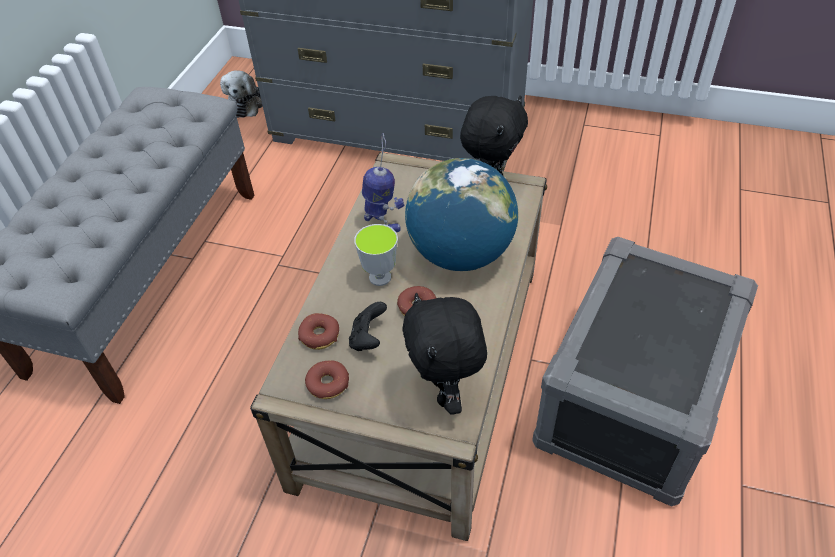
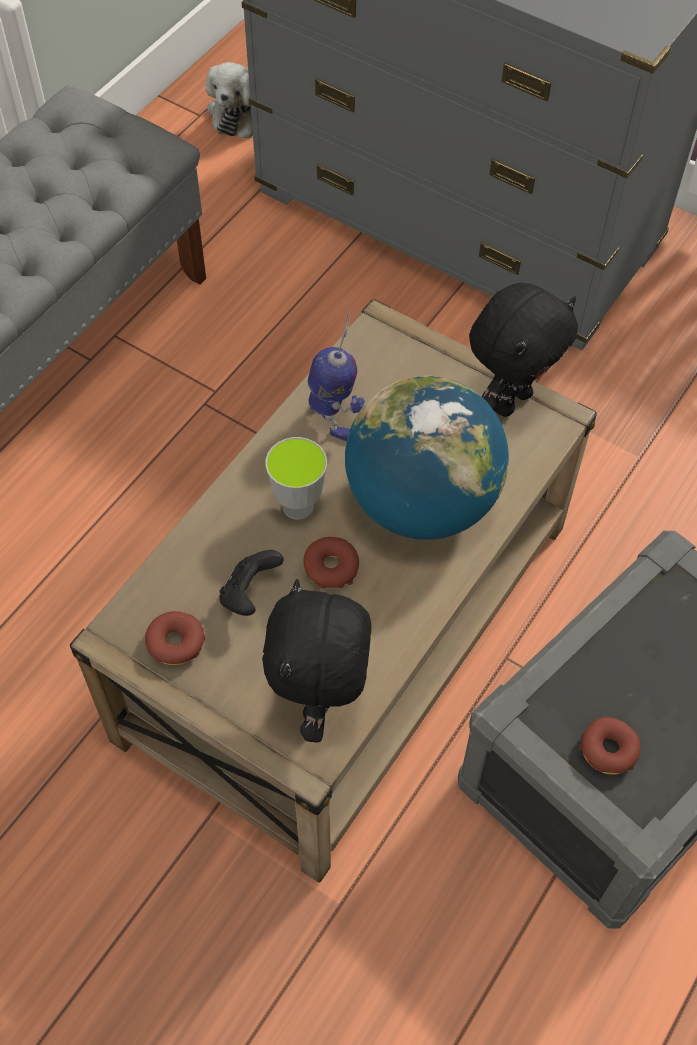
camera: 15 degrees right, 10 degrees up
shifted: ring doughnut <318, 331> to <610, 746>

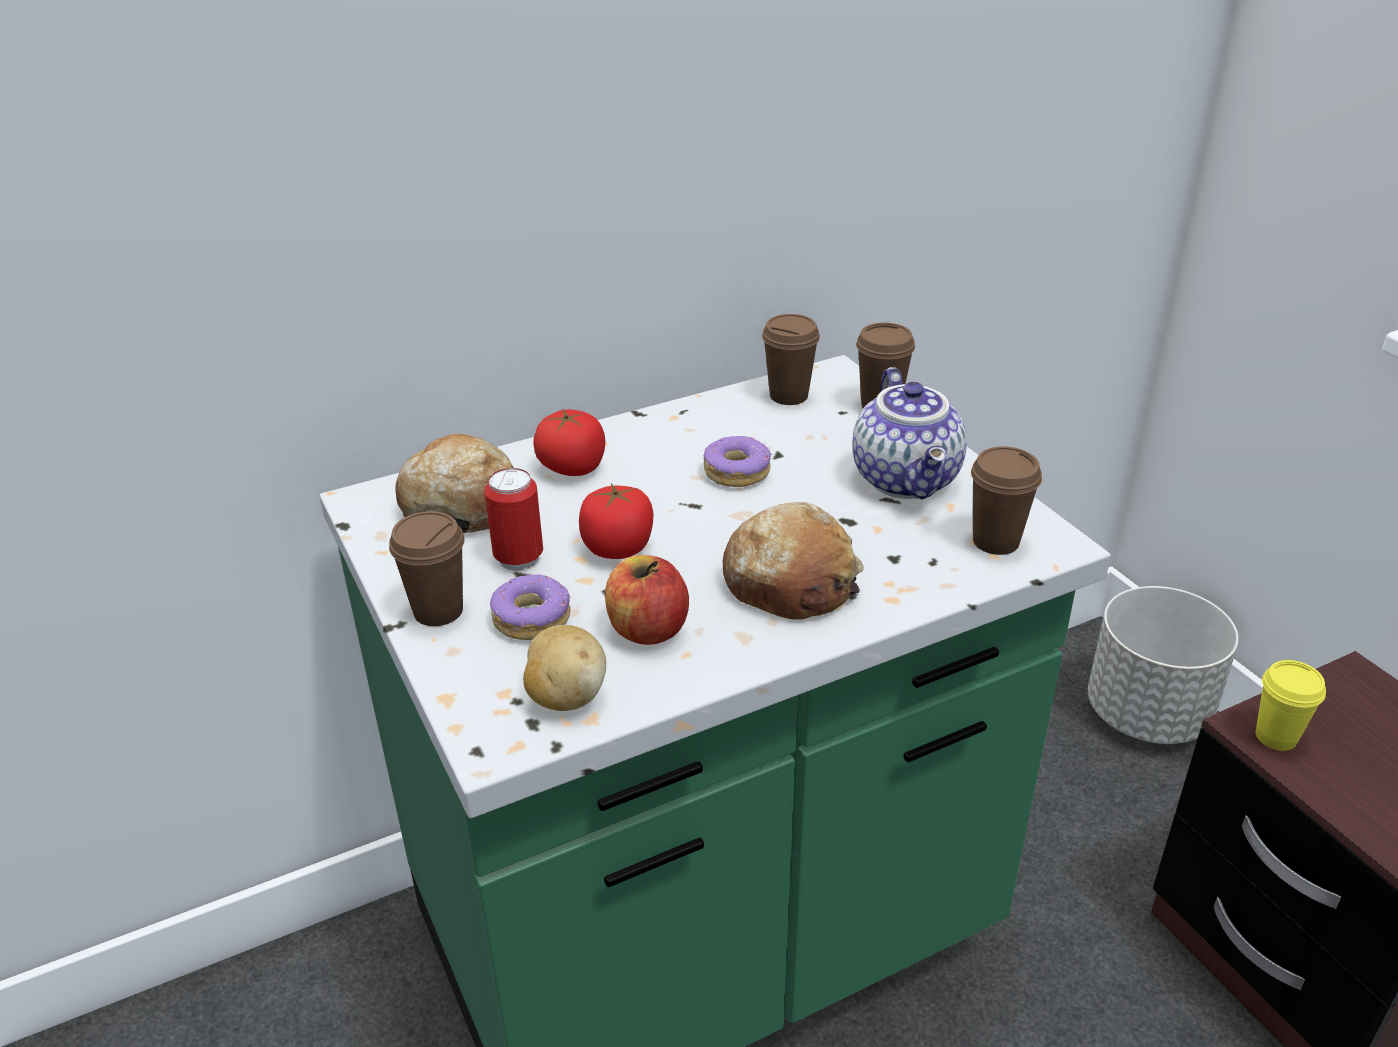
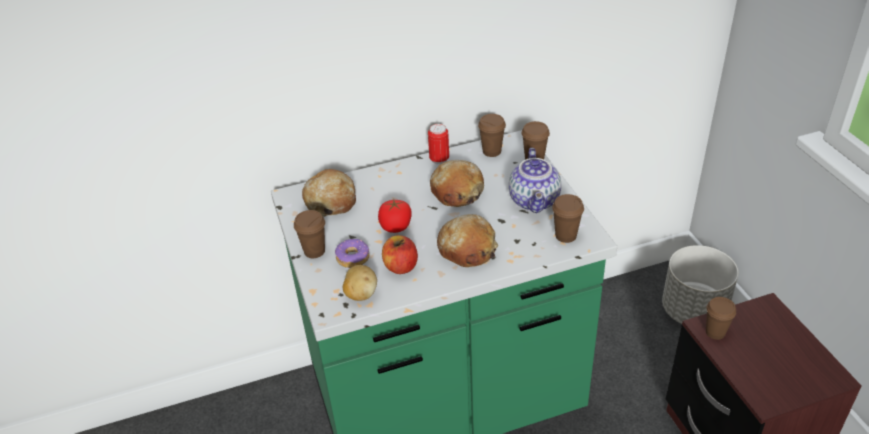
camera: 10 degrees right, 5 degrees up
gone: fresh tomato <569, 442>
shifted: sealed can <513, 519> to <438, 144>
swapped: ring doughnut <737, 461> to baked bread <457, 183>
repainted: small cup/yellow <1291, 705> to small cup/brown-coloured <721, 318>

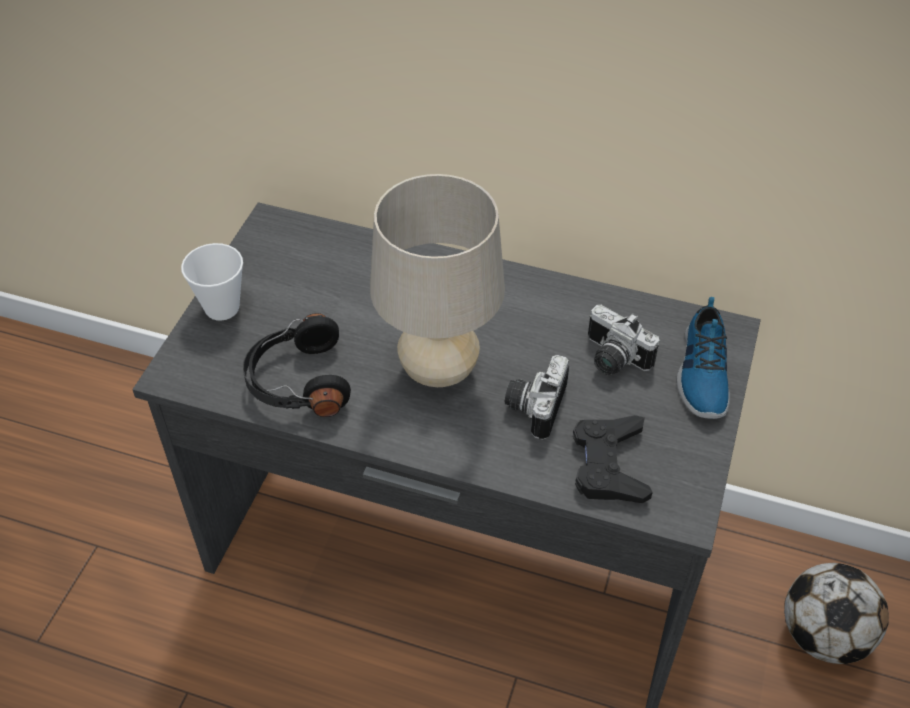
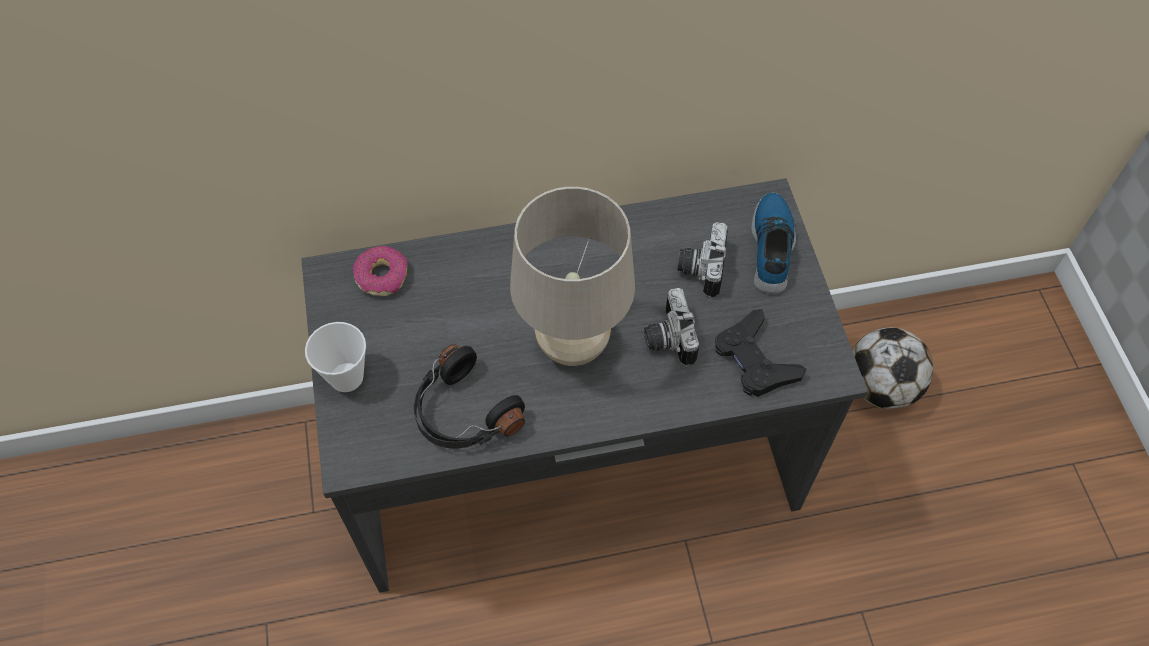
camera: 30 degrees left, 10 degrees up
new: ring doughnut <380, 271>
rotated: item of footwear <703, 358> = <774, 243> 150 degrees counterclockwise; photo camera <624, 340> = <702, 259> 90 degrees clockwise

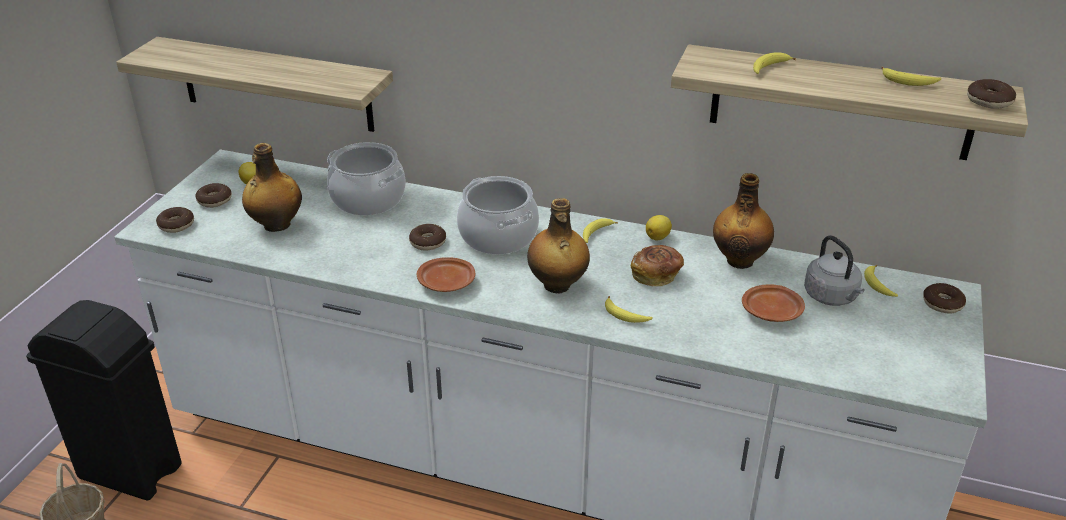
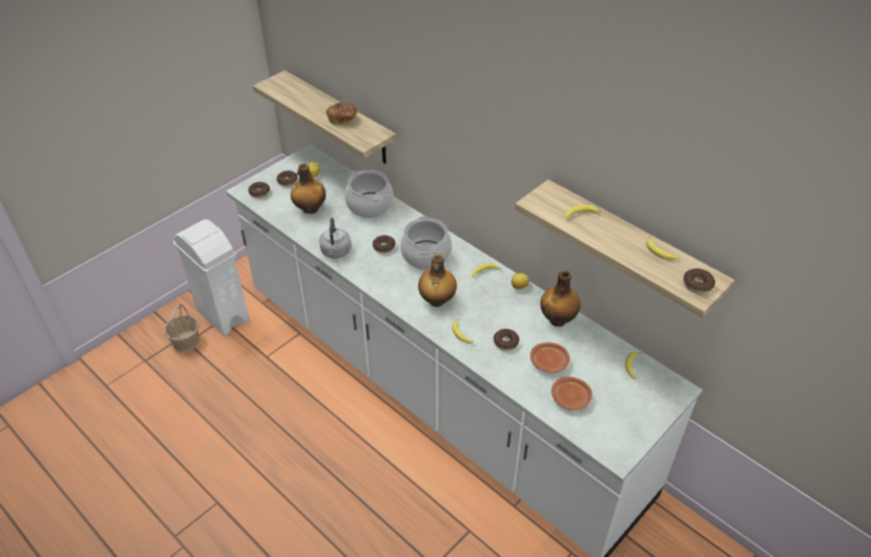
camera: 25 degrees right, 10 degrees up
shifted: water kettle/gray <834, 270> to <335, 238>; baked bread <657, 266> to <341, 114>; flat dish/brown-coloured <446, 274> to <571, 393>; ring doughnut <944, 298> to <506, 340>
repainted: waste bin/blackish <104, 400> to waste bin/white <211, 277>

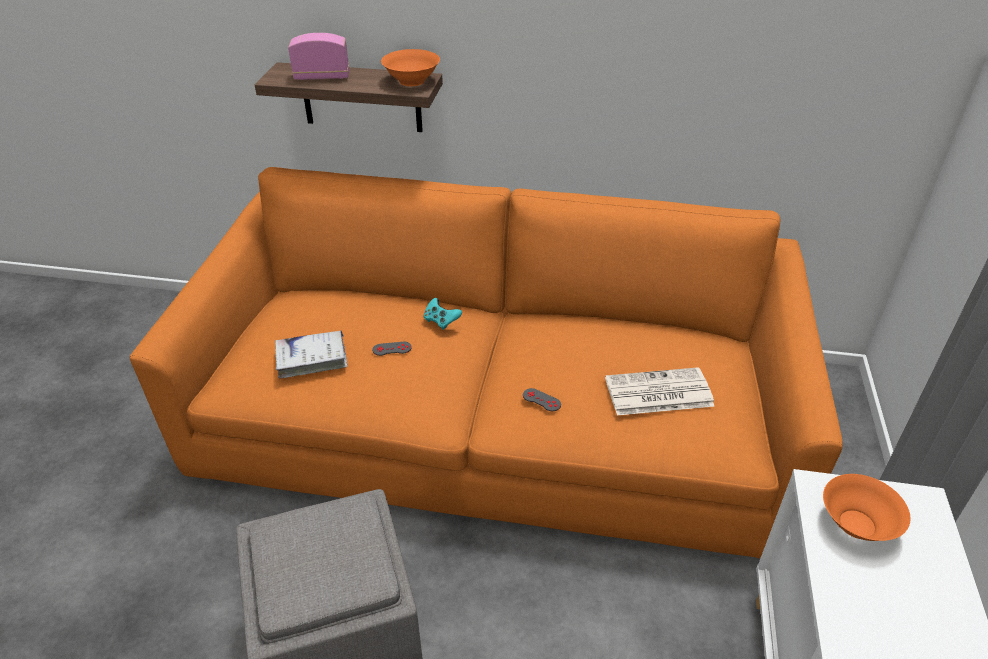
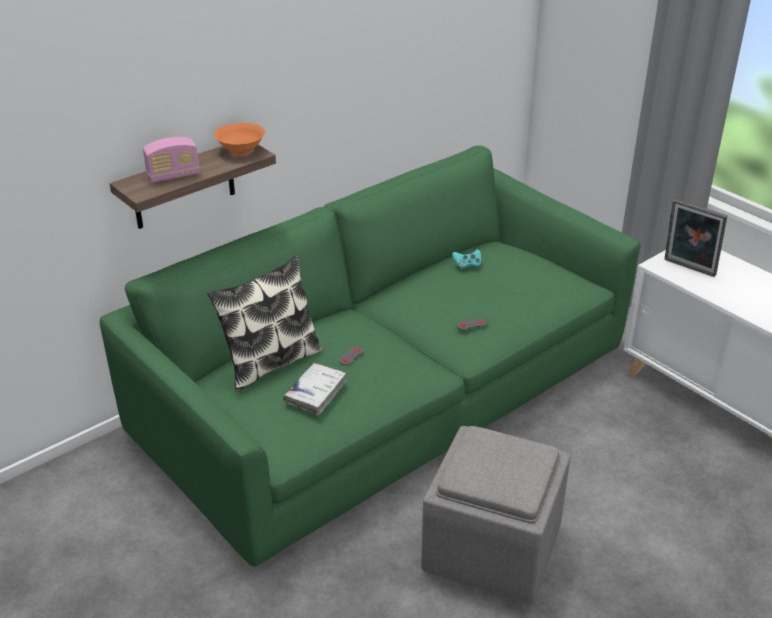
camera: 50 degrees left, 5 degrees down
gone: printed paper <660, 391>
new: pillow <265, 323>
shifted: gamepad/blue-green <442, 314> to <466, 259>
swapped: deep dish/orange <867, 507> to photo frame <695, 238>
repainted: sofa/orange <486, 362> to sofa/greenish <370, 356>
rotated: radio <318, 56> = <171, 160> 150 degrees counterclockwise

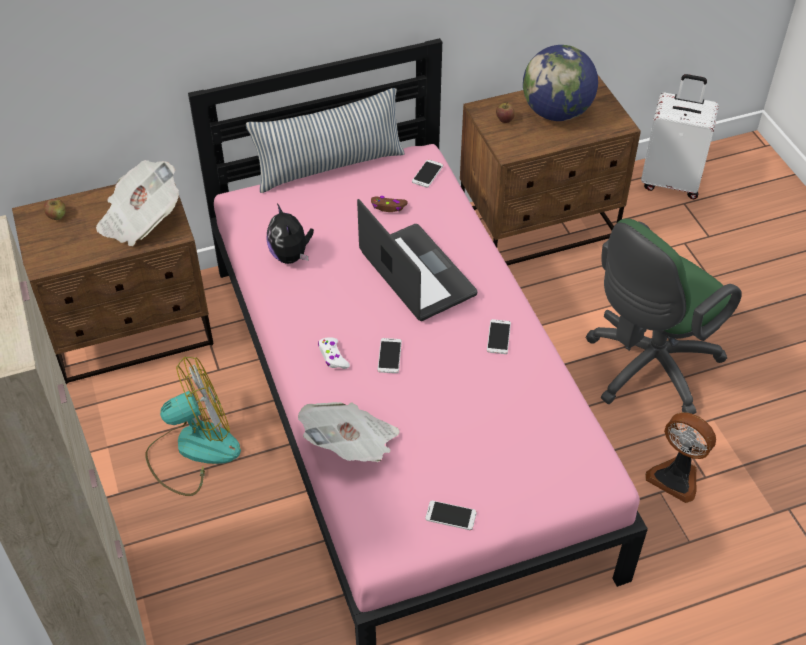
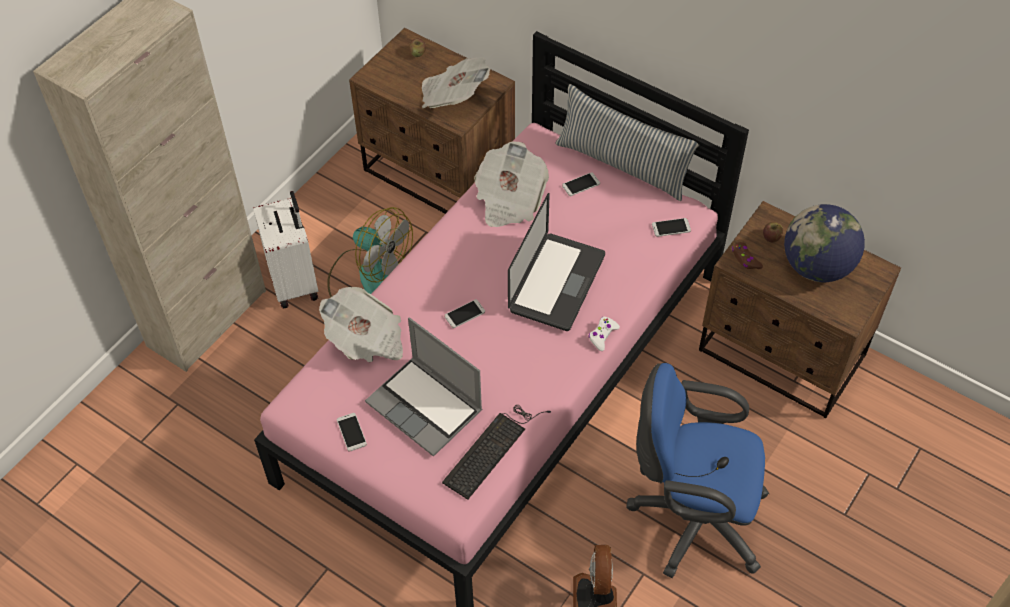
camera: 55 degrees right, 5 degrees up
new: laptop <423, 387>; computer keyboard <496, 452>
shifted: piece of luggage/white <680, 136> to <286, 250>; gamepad/brown-coloured <389, 204> to <747, 255>; phone <499, 336> to <581, 184>; gamepad/white <334, 353> to <604, 334>
swapped: soft toy <290, 233> to printed paper <511, 184>
repainted: desk chair/greenish <664, 316> to desk chair/blue-coloured <697, 470>

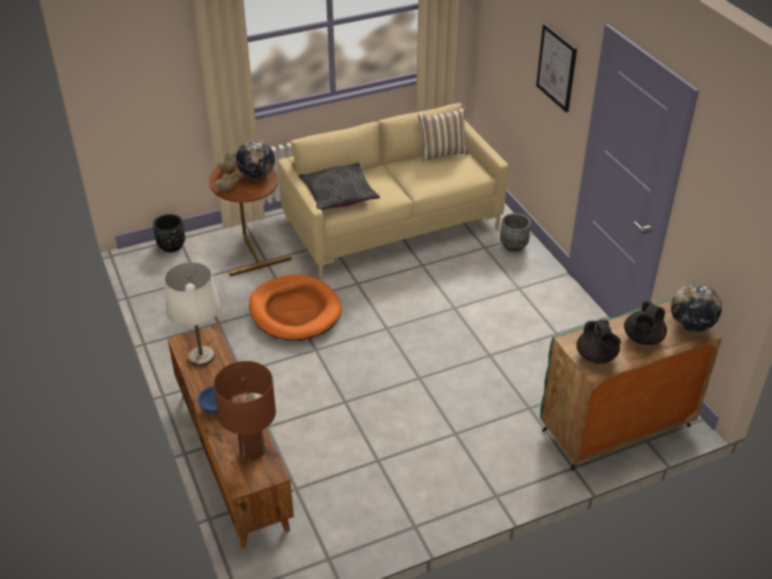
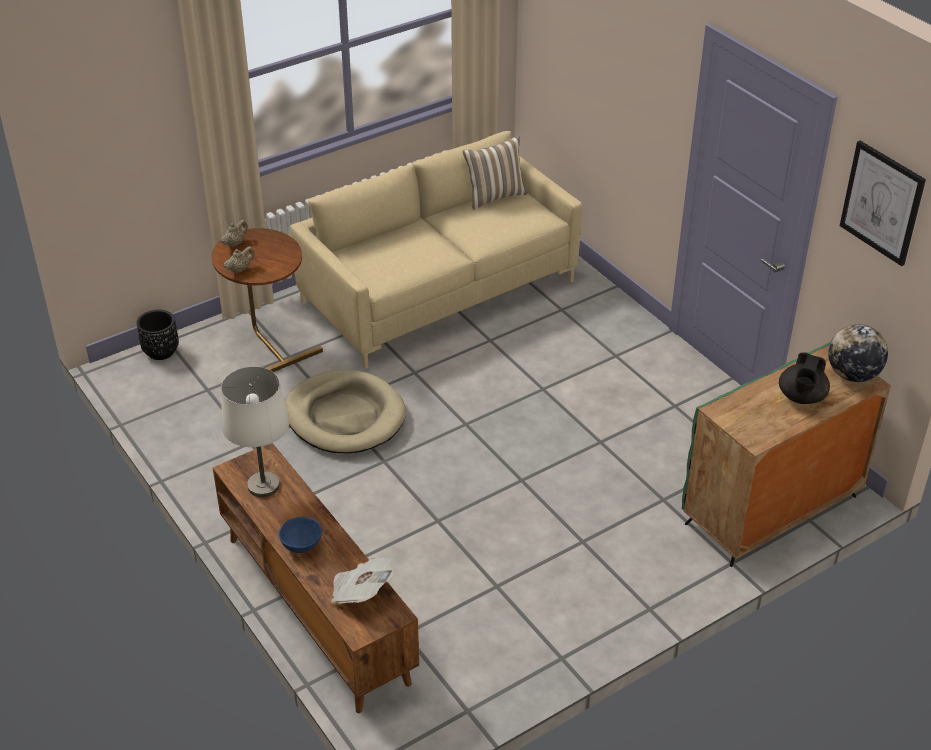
camera: 10 degrees left, 0 degrees up
gone: world globe <255, 159>; pillow/gray <339, 186>; planter/gray <515, 232>; tea pot/blackish <598, 342>
shifted: wall picture <556, 68> to <883, 203>
swapped: tabletop lamp/brown-coloured <245, 411> to printed paper <362, 581>
repainted: dog cushion/orange <295, 308> to dog cushion/sand-coloured <345, 411>

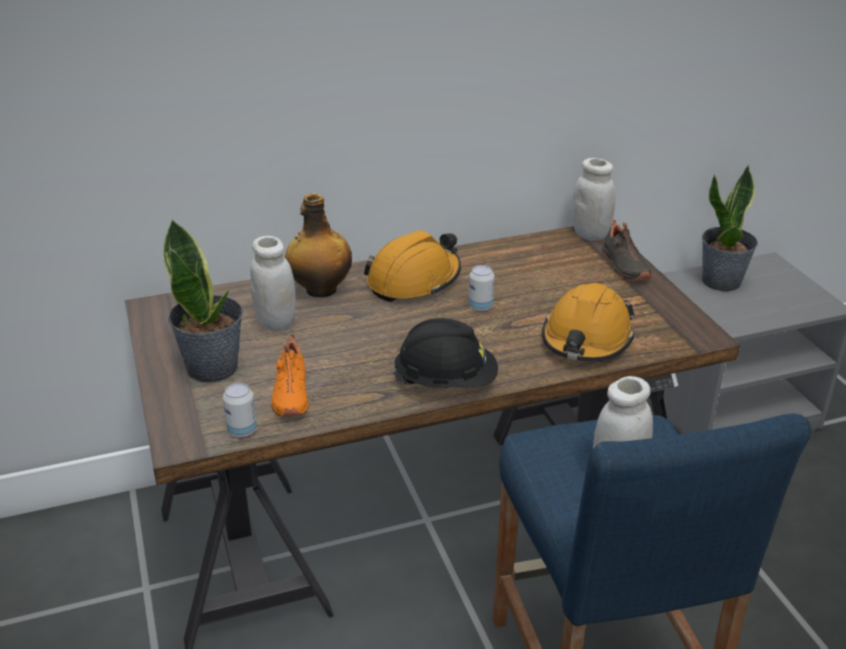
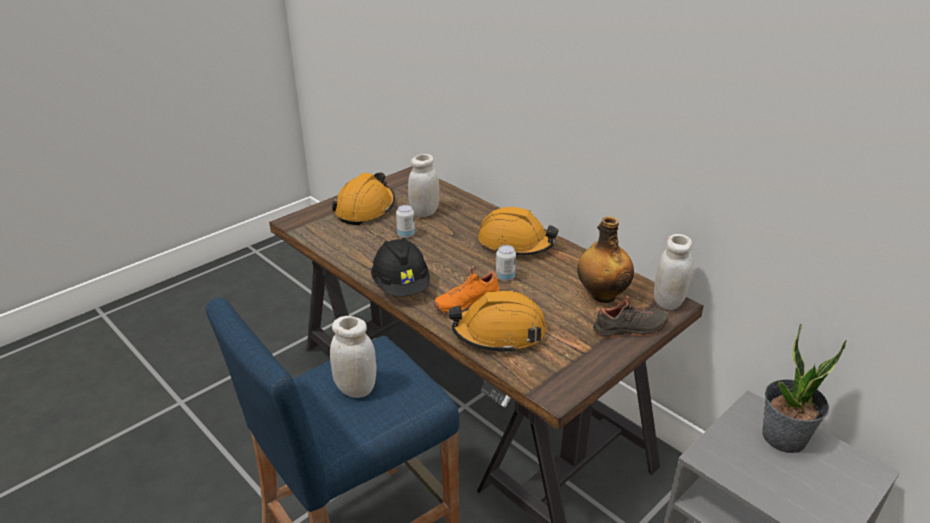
camera: 65 degrees right, 0 degrees up
shifted: drink bottle <318, 245> to <605, 259>; item of footwear/orange <290, 376> to <467, 290>; sealed can <240, 410> to <405, 221>
swapped: potted plant <203, 301> to hard hat/orange <363, 198>
rotated: item of footwear/blackish <626, 250> = <631, 317> 150 degrees counterclockwise

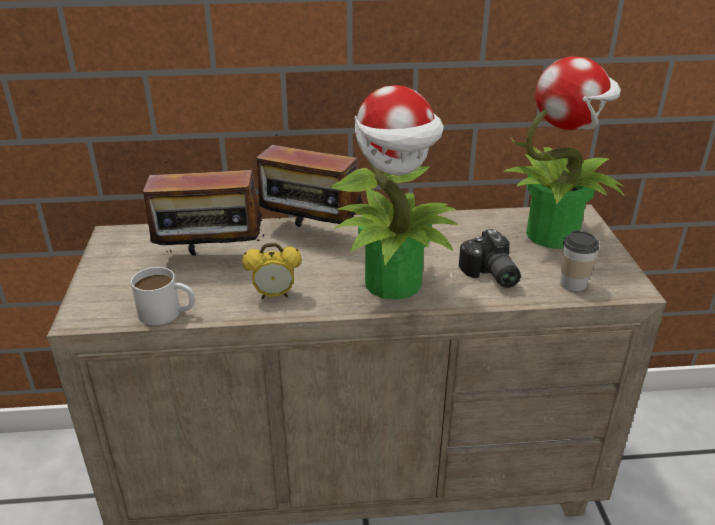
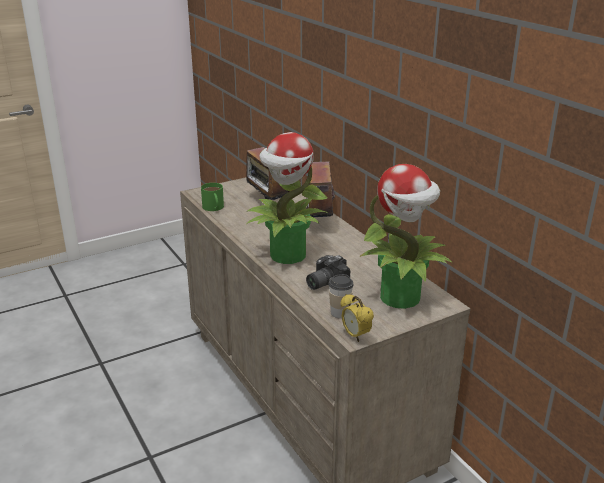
camera: 65 degrees right, 5 degrees down
shifted: table clock <271, 271> to <357, 318>
repainted: tea mug/white <163, 296> to tea mug/greenish <212, 197>

